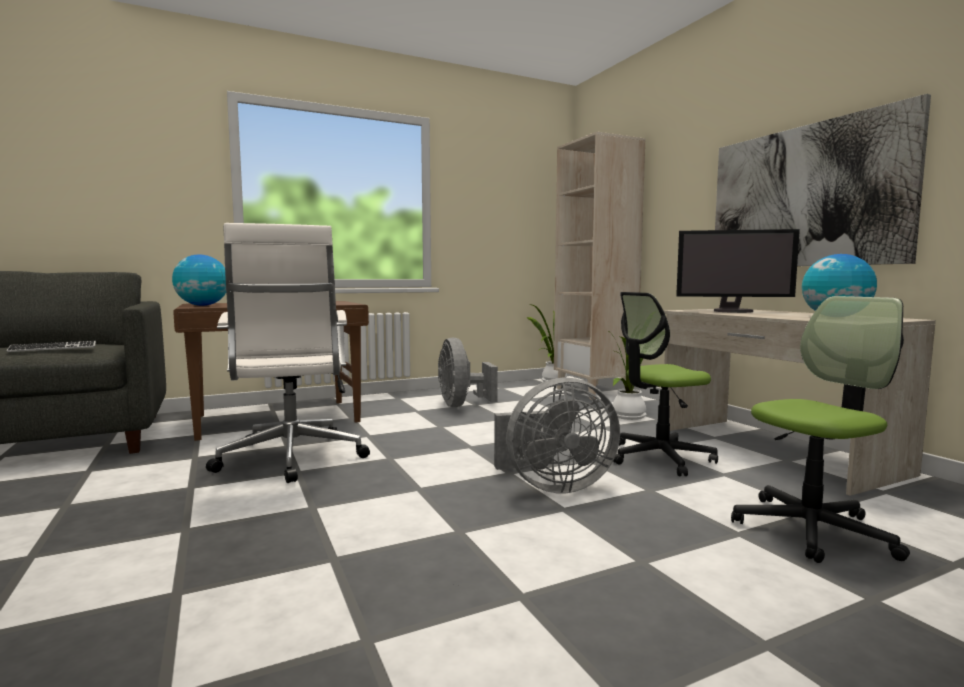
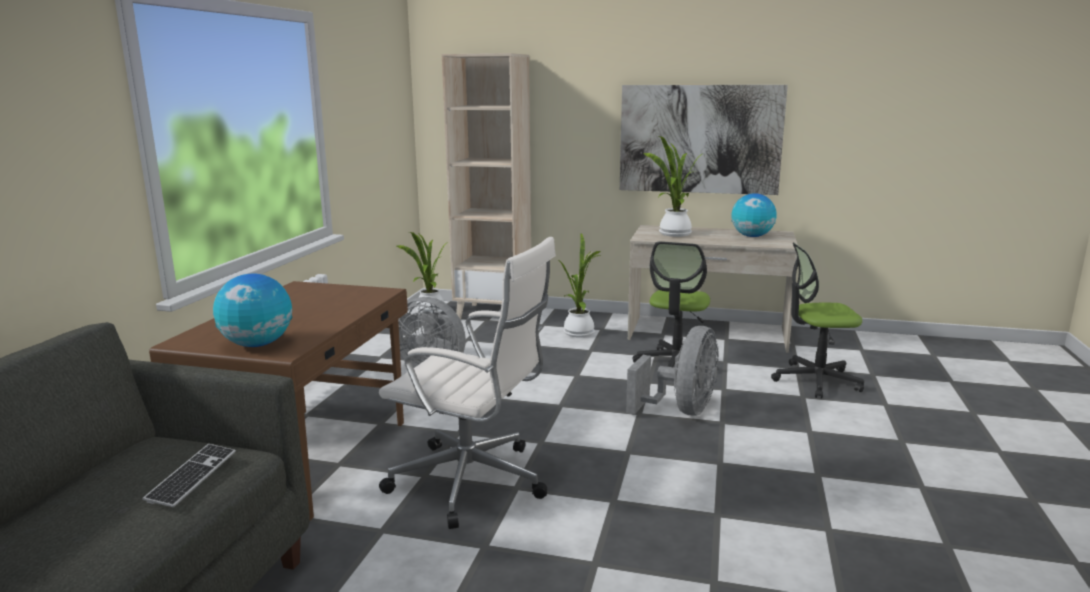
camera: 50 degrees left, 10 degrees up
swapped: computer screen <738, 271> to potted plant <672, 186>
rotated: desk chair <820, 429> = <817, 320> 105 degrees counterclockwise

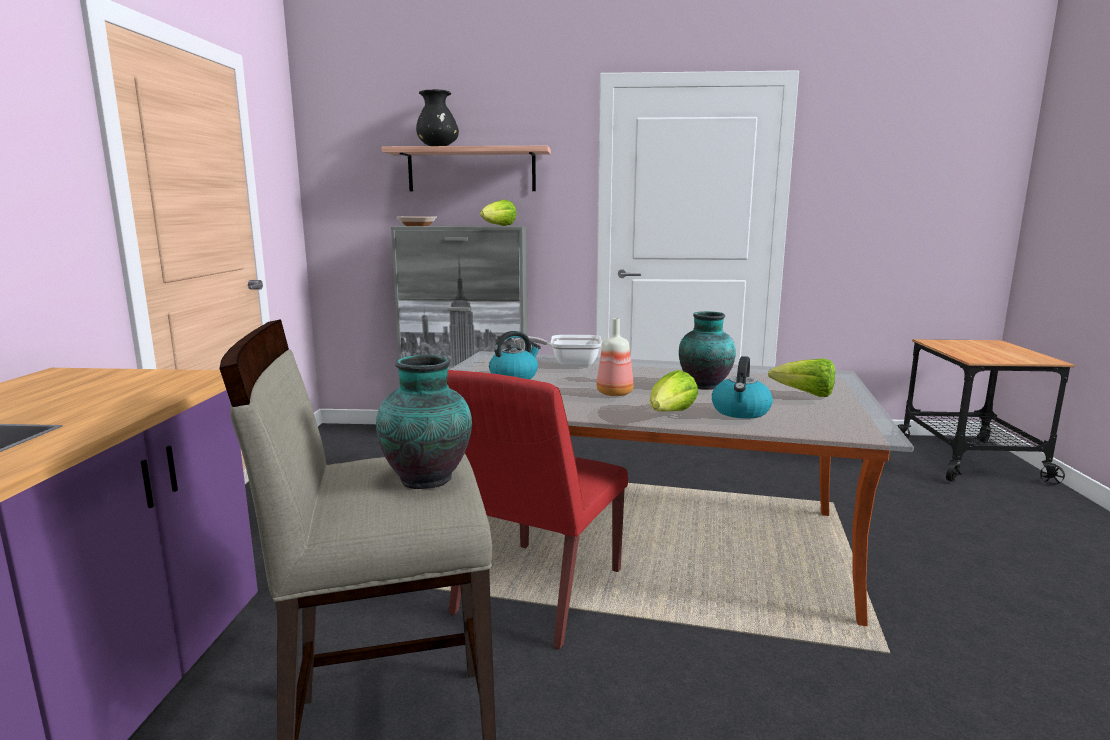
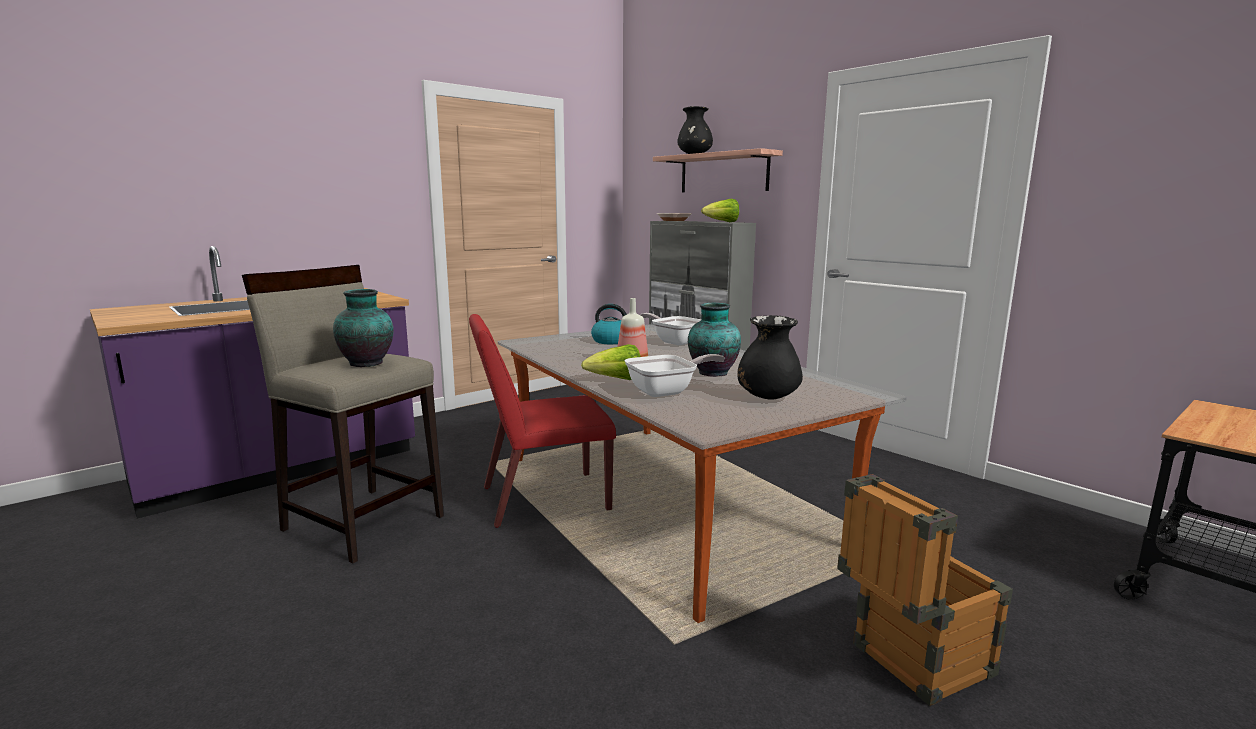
camera: 45 degrees right, 0 degrees up
new: crate <925, 590>
swapped: water kettle <742, 387> to skillet <675, 375>; head of lettuce <801, 377> to decorative vase/blackish <770, 357>

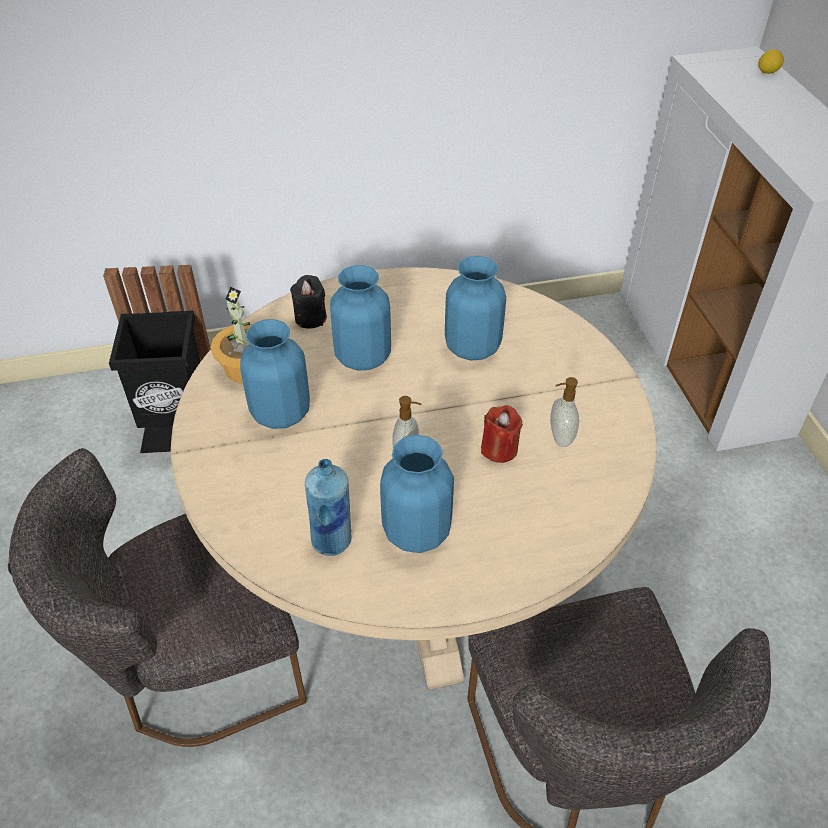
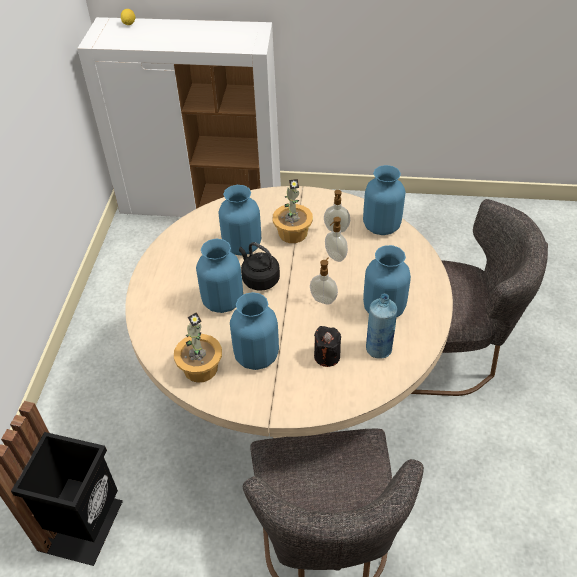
camera: 70 degrees left, 0 degrees up
new: decorative vase/blue-coloured <384, 200>; potted plant <293, 211>; water kettle/blackish <259, 266>
shifted: candle/blackish <308, 302> to <327, 346>
swapped: candle/red-coloured <502, 434> to soap dispenser <336, 239>

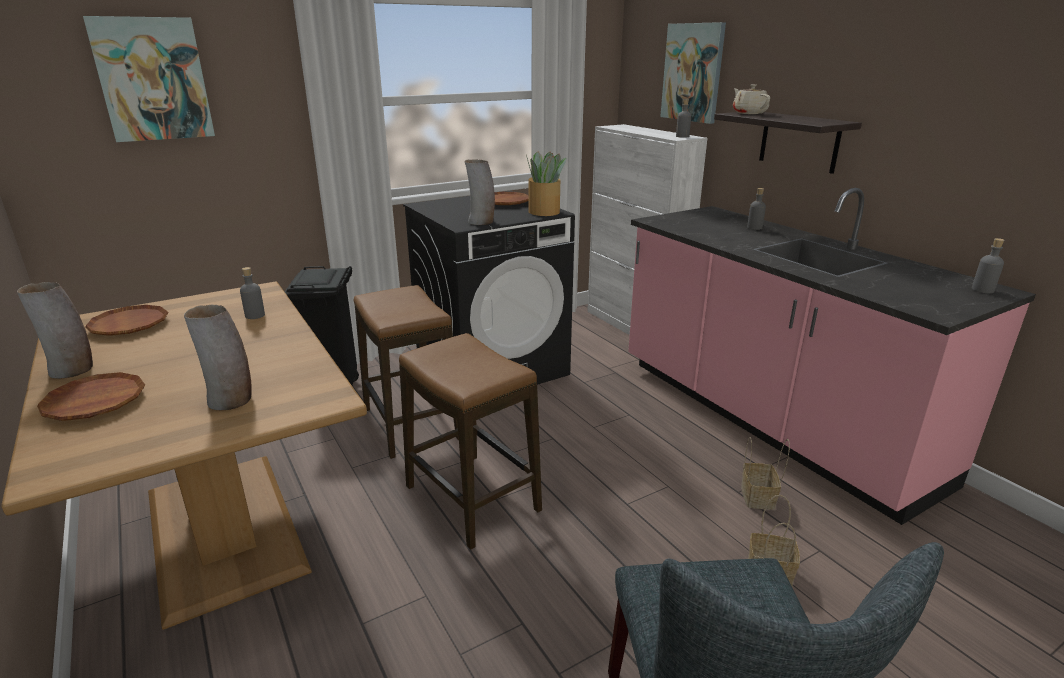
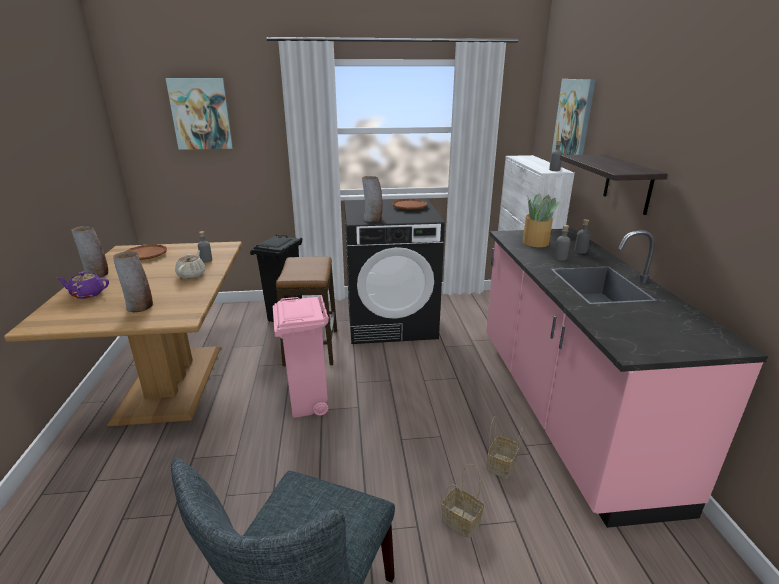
camera: 25 degrees right, 0 degrees up
shifted: tea pot/sand-coloured <751, 99> to <190, 265>; potted plant <546, 184> to <541, 220>; drink bottle/gray <988, 265> to <562, 243>
swapped: stool seat <470, 441> to waste bin/pink <301, 356>; flat dish/brown-coloured <91, 396> to tea pot/purple <82, 285>

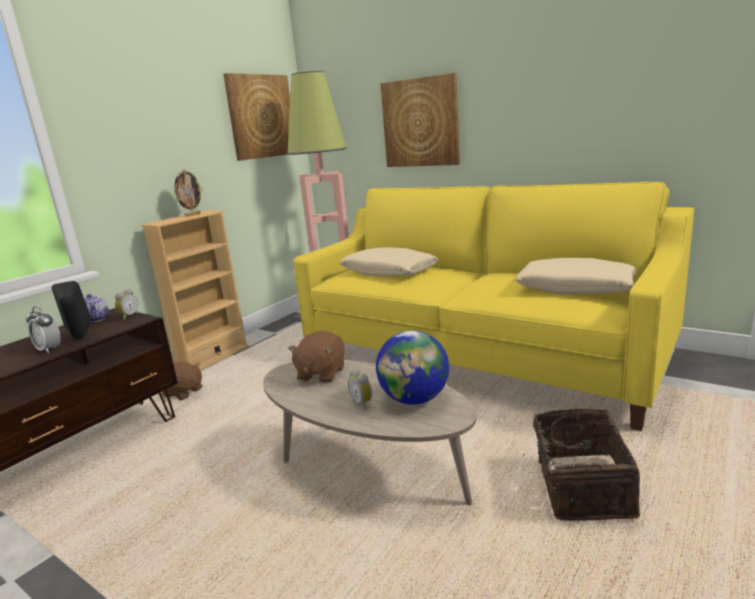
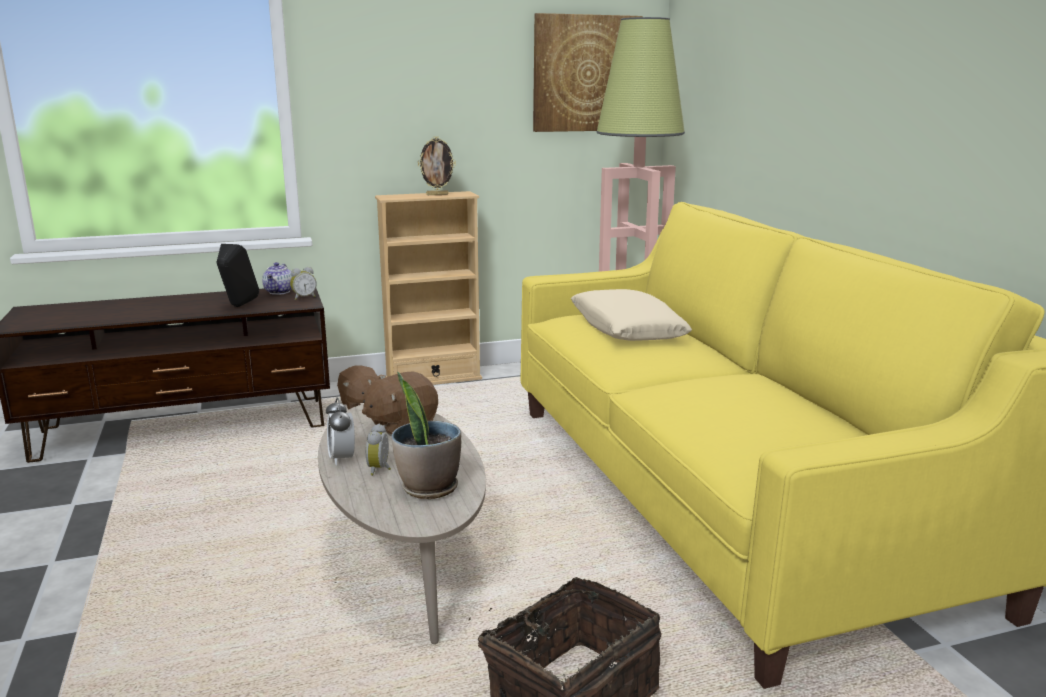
camera: 35 degrees right, 0 degrees up
gone: wall picture <420, 120>; pillow/sand-coloured <576, 276>
shifted: table clock <43, 330> to <340, 431>
swapped: world globe <412, 367> to potted plant <426, 435>

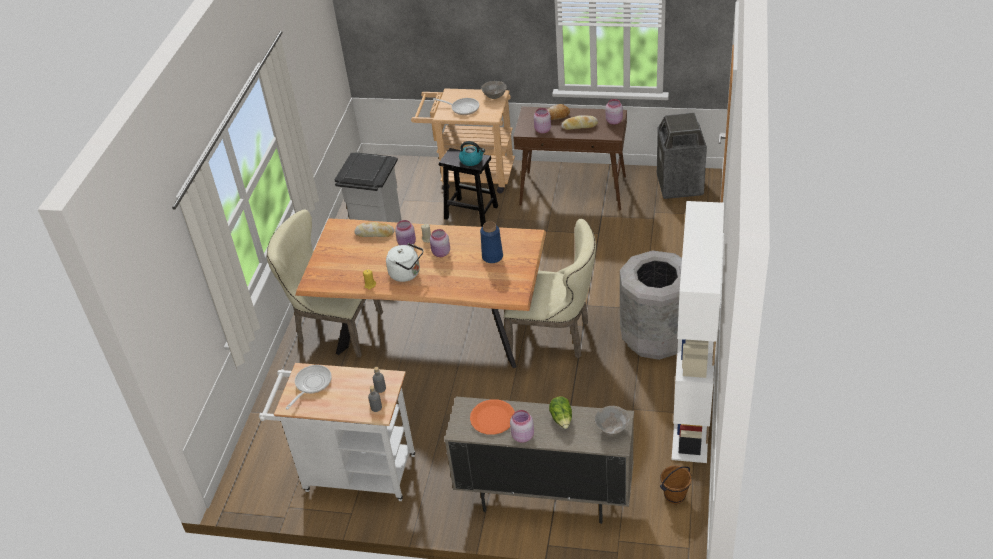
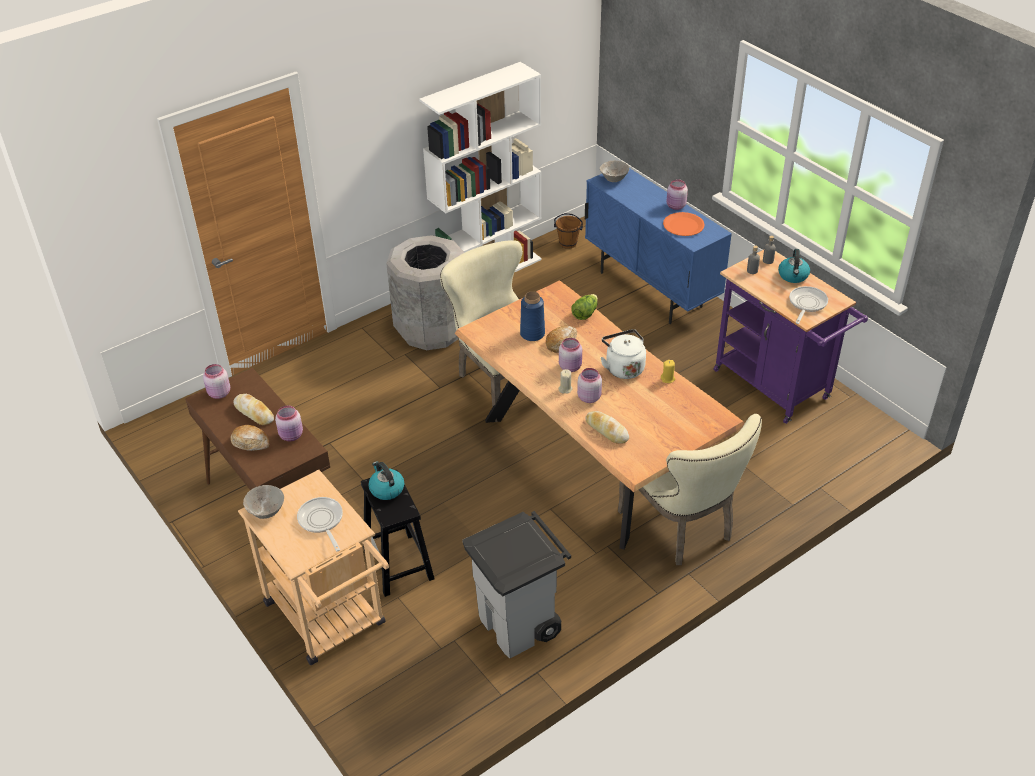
camera: 140 degrees left, 0 degrees up
gone: waste bin <682, 156>
new: water kettle <794, 266>; baked bread <561, 339>
shifted: head of lettuce <560, 412> to <584, 307>
repainted: trolley/white <337, 432> to trolley/purple <791, 337>; cupboard/sand-coloured <539, 460> to cupboard/blue-coloured <658, 246>
rotated: skillet <308, 387> = <808, 305> 135 degrees clockwise

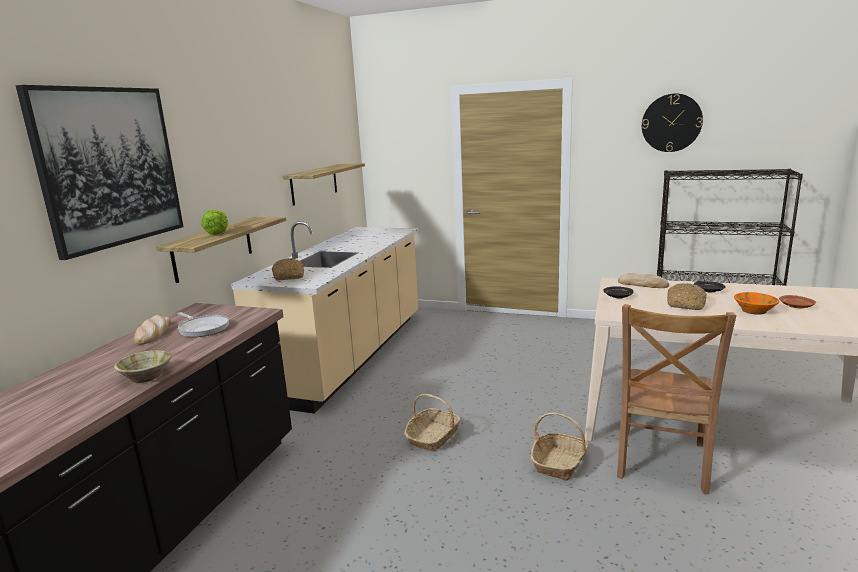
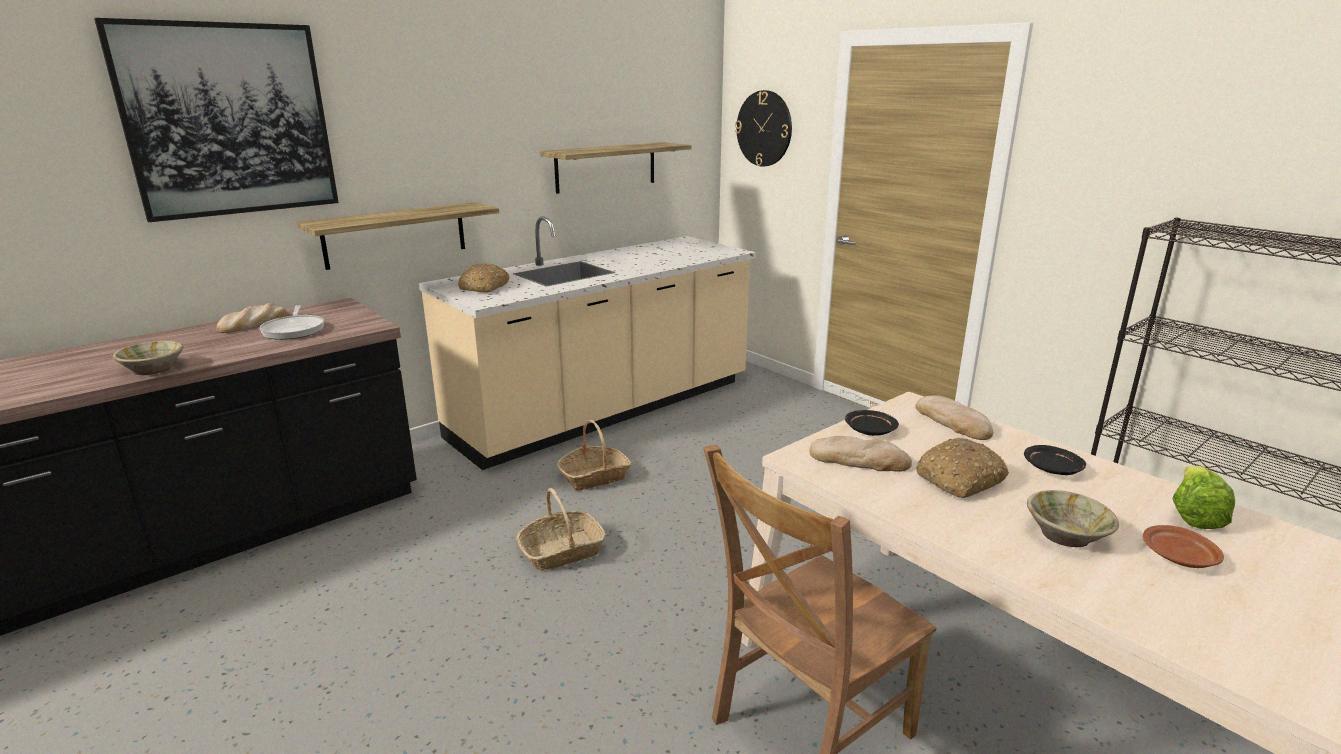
camera: 30 degrees right, 5 degrees up
new: baked bread <860, 454>
shifted: hanging clock <672, 123> to <763, 128>; head of lettuce <214, 222> to <1203, 497>; basket <560, 447> to <594, 455>
repainted: deep dish/orange <756, 303> to deep dish/sand-coloured <1073, 518>

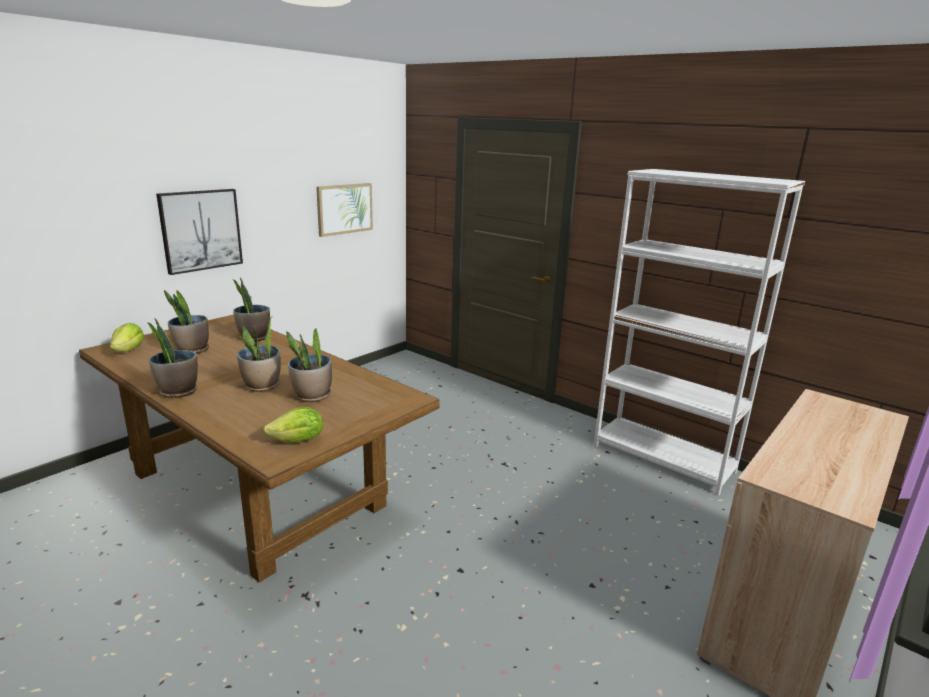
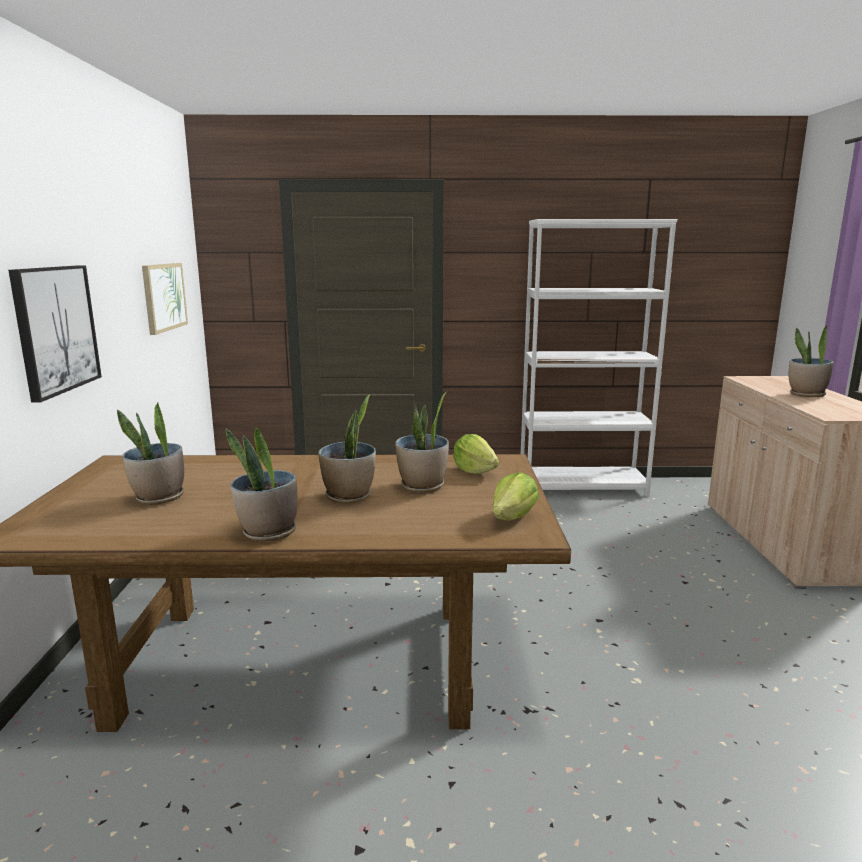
camera: 40 degrees left, 5 degrees down
shifted: potted plant <251, 310> to <811, 361>; head of lettuce <127, 337> to <476, 454>

